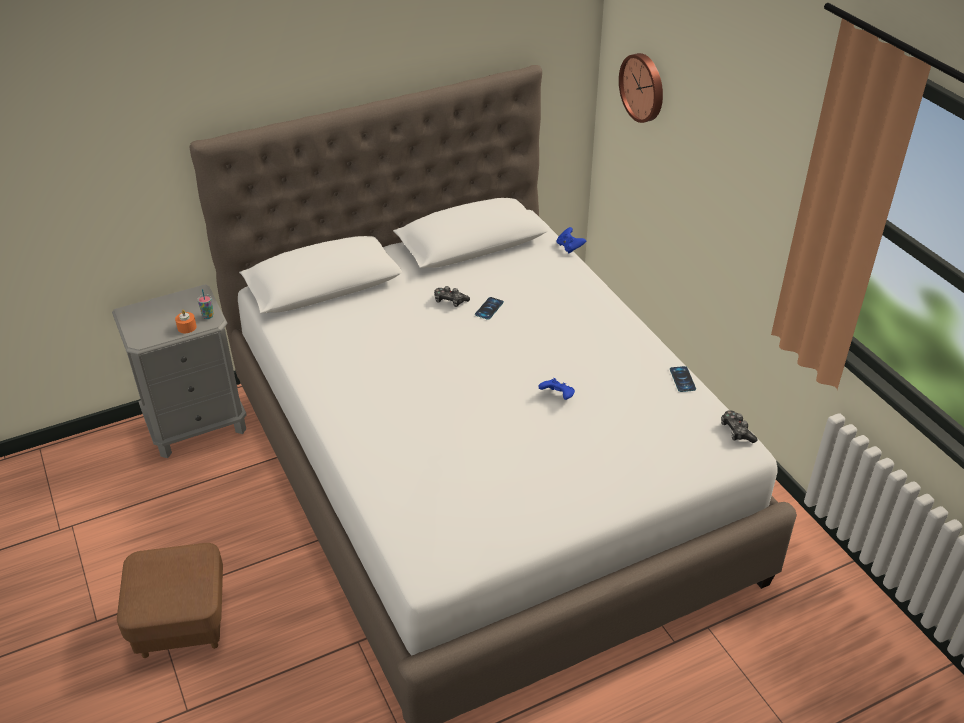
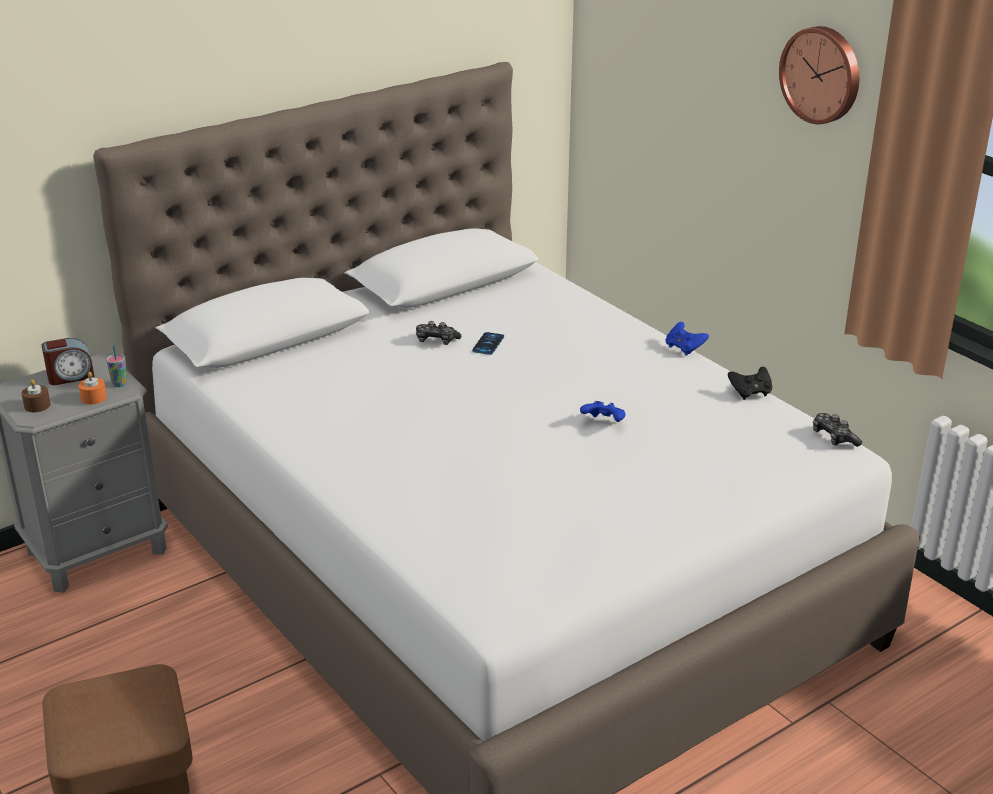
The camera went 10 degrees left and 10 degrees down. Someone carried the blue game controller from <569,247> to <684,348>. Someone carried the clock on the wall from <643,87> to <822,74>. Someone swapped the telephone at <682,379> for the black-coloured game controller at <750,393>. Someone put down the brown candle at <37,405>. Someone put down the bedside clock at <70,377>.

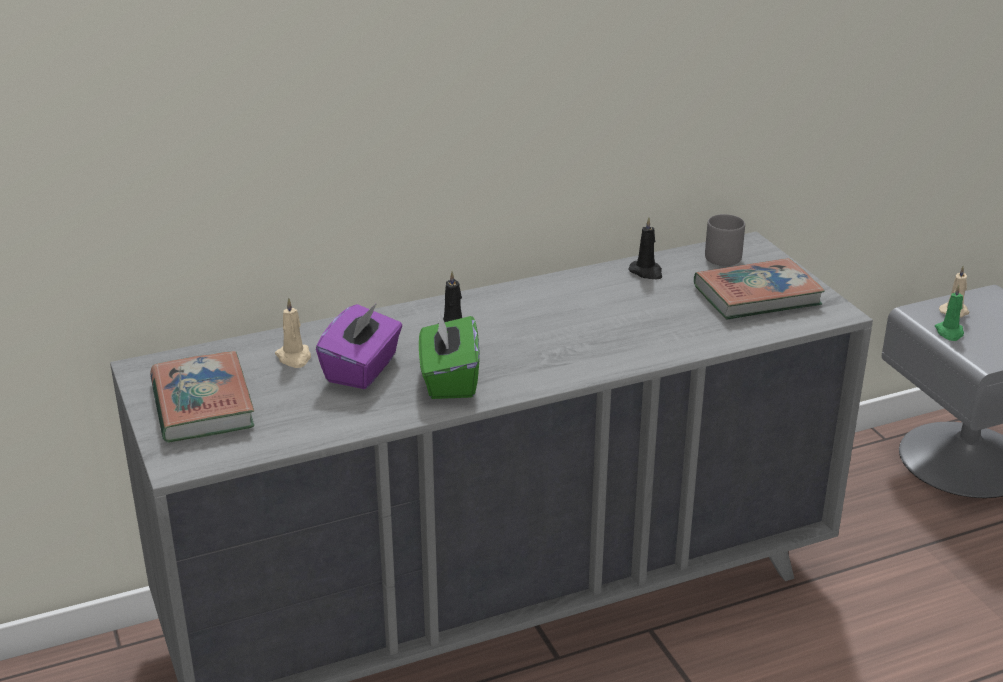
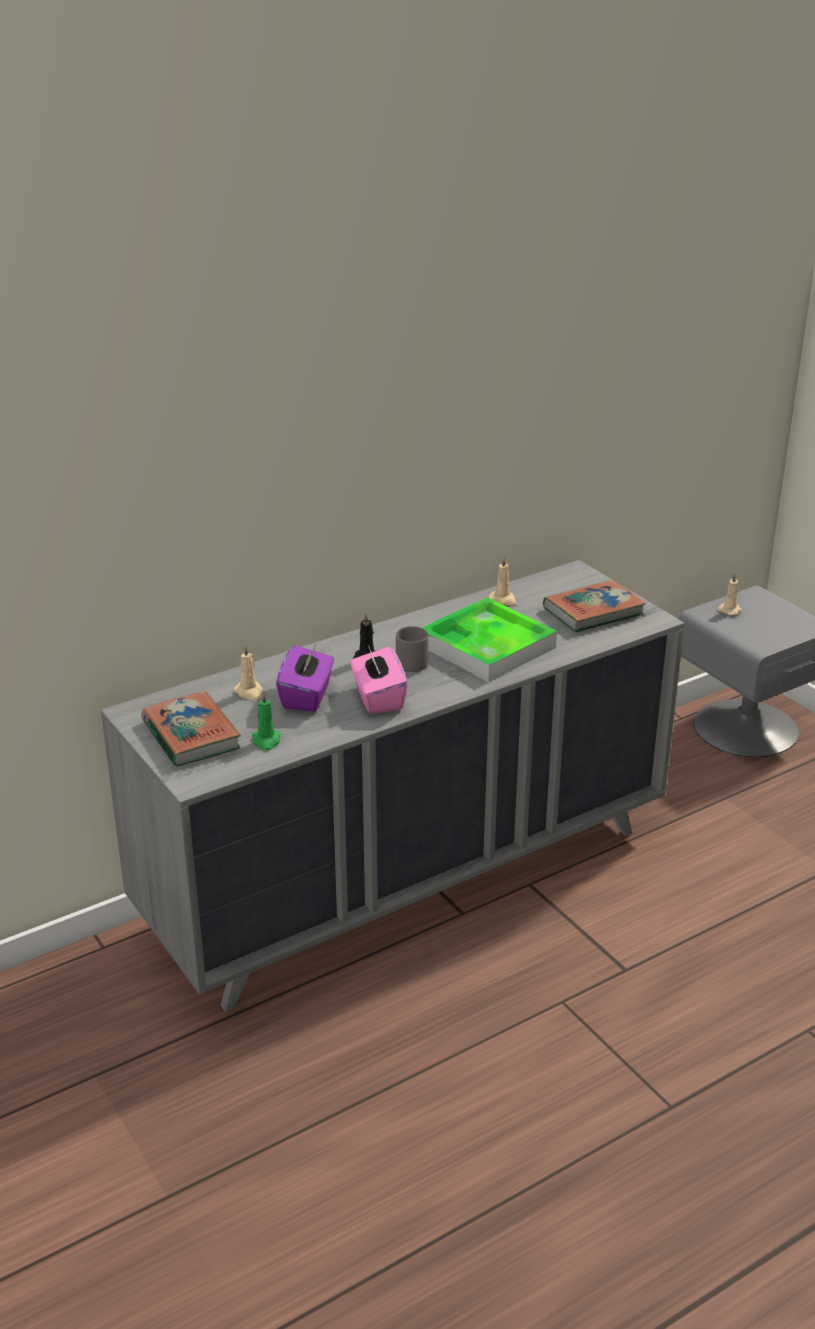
The camera went 10 degrees left and 0 degrees up. Someone repainted the green tissue holder at <449,380>, which became the pink-coloured tissue holder at <378,698>. Someone repainted the black-coloured candle at <646,272>, which became the sand-coloured candle at <503,600>. Someone carried the greyish coffee mug from <721,255> to <410,662>. Someone carried the green candle from <949,333> to <266,741>. Someone put down the tray at <487,646>.

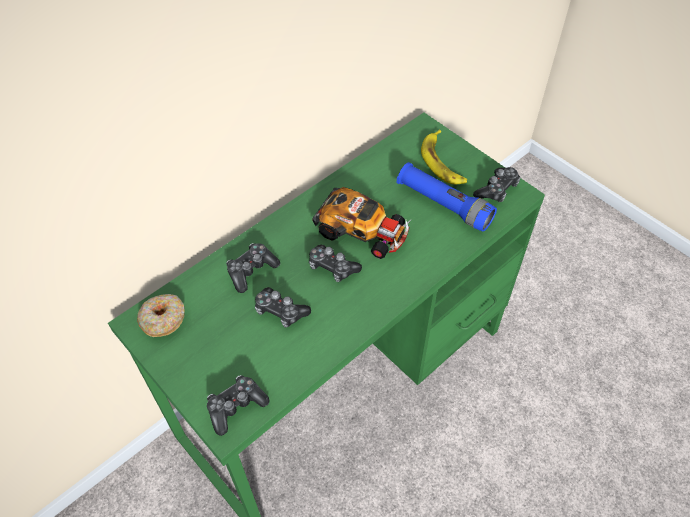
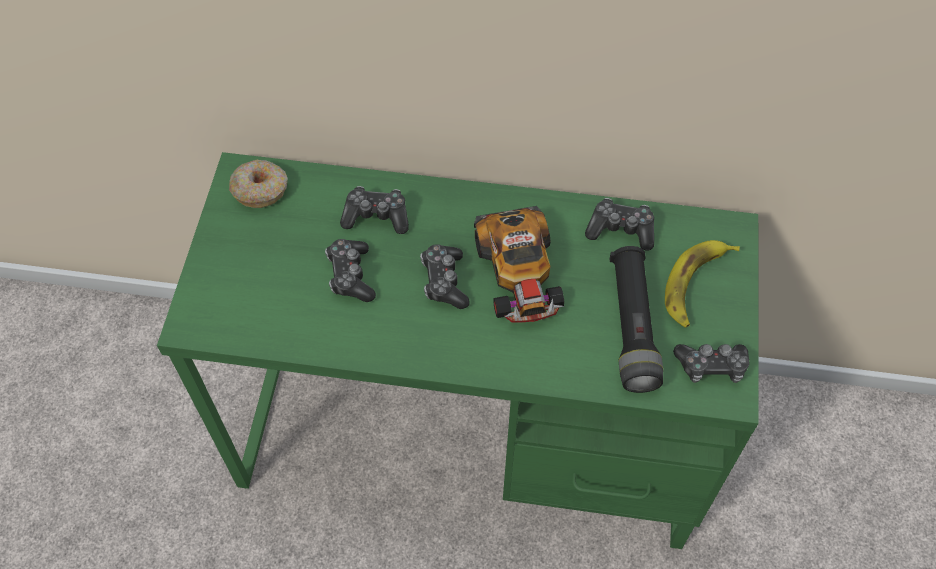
The camera went 50 degrees right and 5 degrees up. Someone carried the game controller from <236,407> to <621,230>. Someone repainted the blue flashlight at <444,205>, which became the black-coloured flashlight at <632,327>.

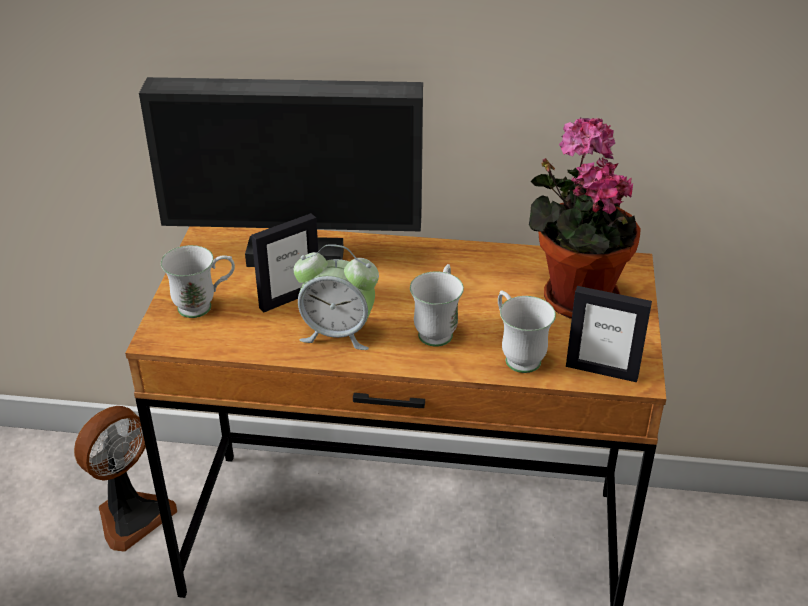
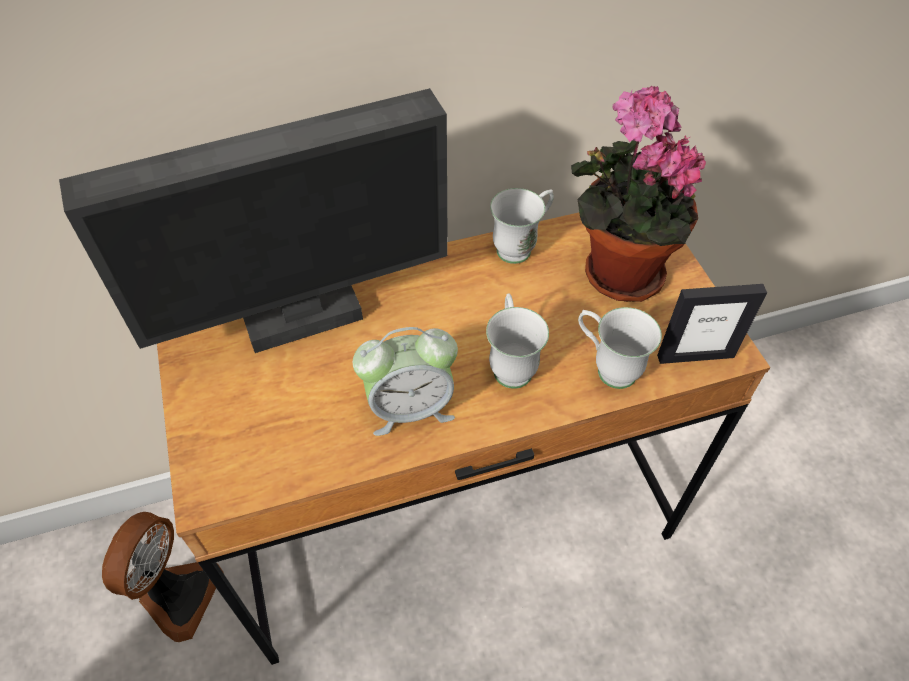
The camera went 25 degrees left and 15 degrees up. Someone carried the white-coloured coffee mug from <204,306> to <521,247>. Someone took away the photo frame at <289,298>.

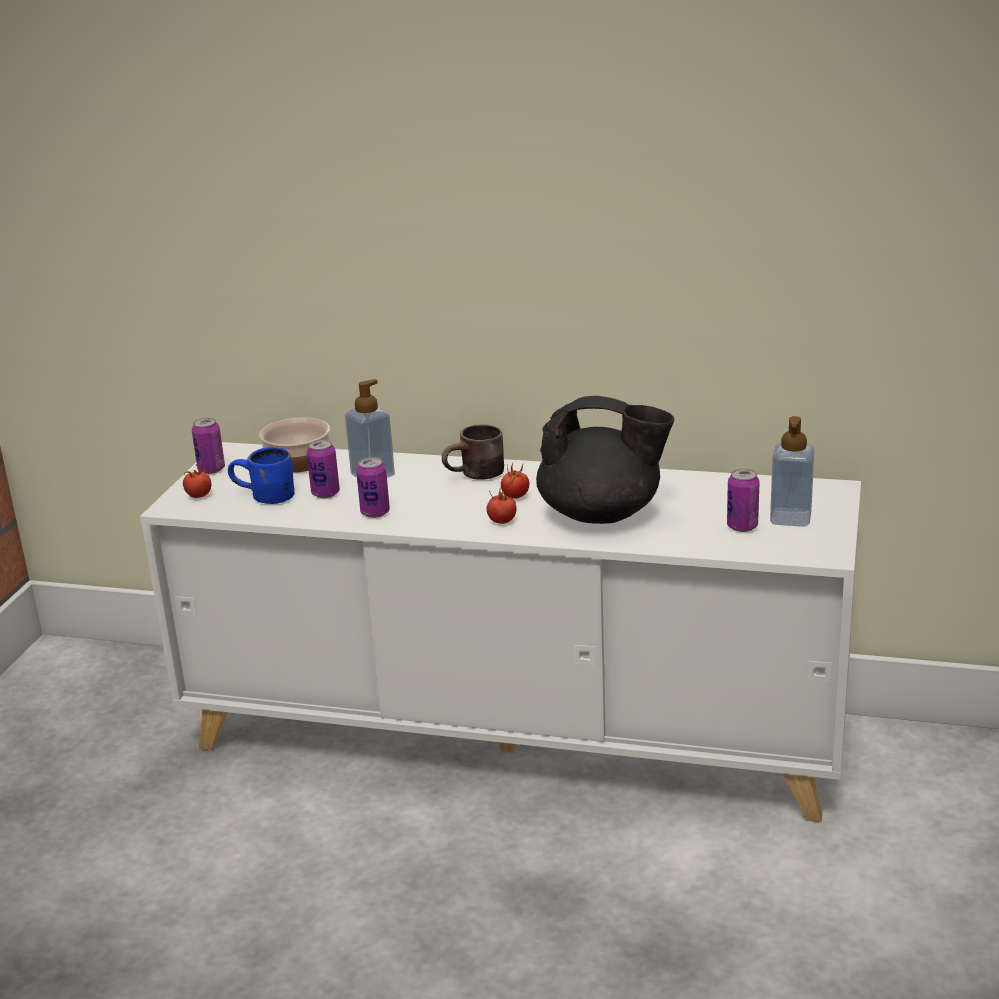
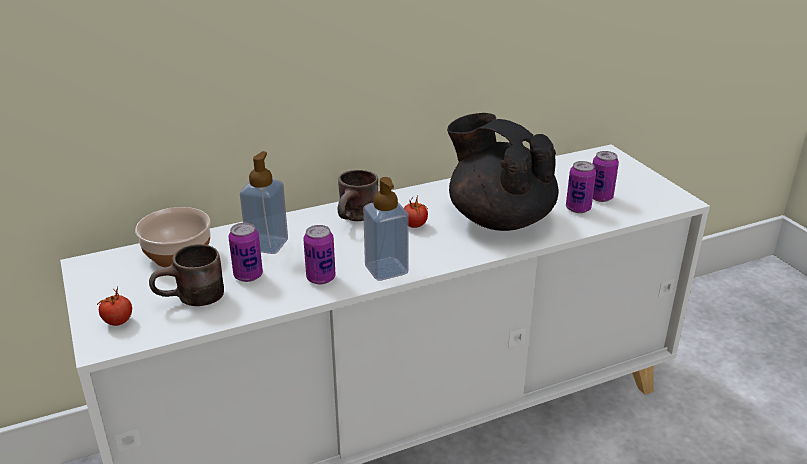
The camera went 40 degrees left and 5 degrees up. Someone carried the can from <211,469> to <578,208>. Someone repainted the blue coffee mug at <264,498>, which became the brown coffee mug at <193,300>. Someone took away the tomato at <502,521>. Someone rotated the black-coloured teapot at <602,514> by 105 degrees counterclockwise. Someone carried the liquid soap bottle from <790,518> to <386,269>.

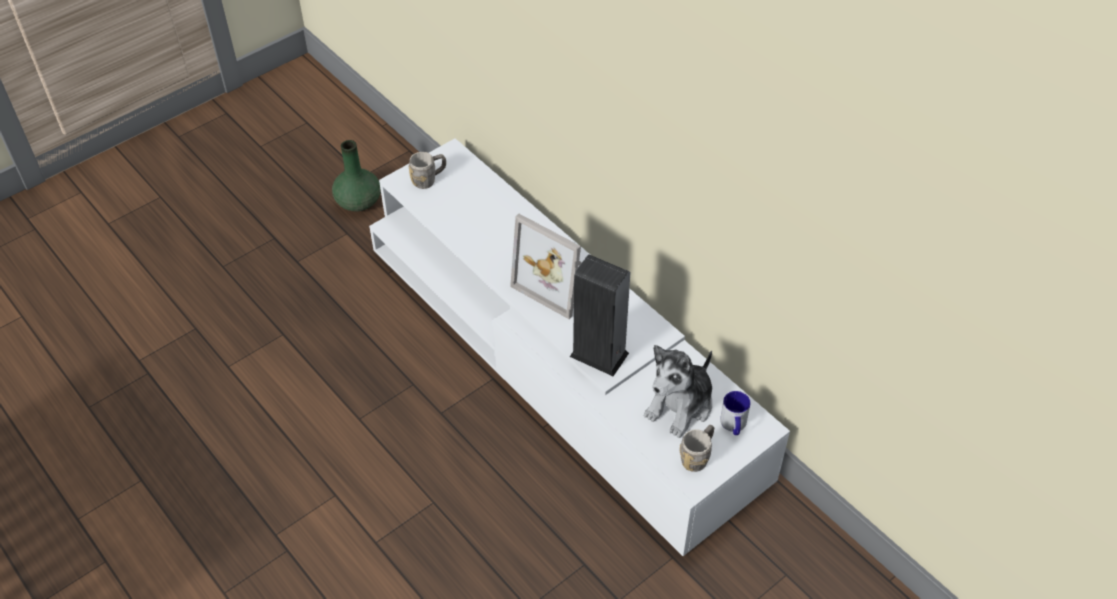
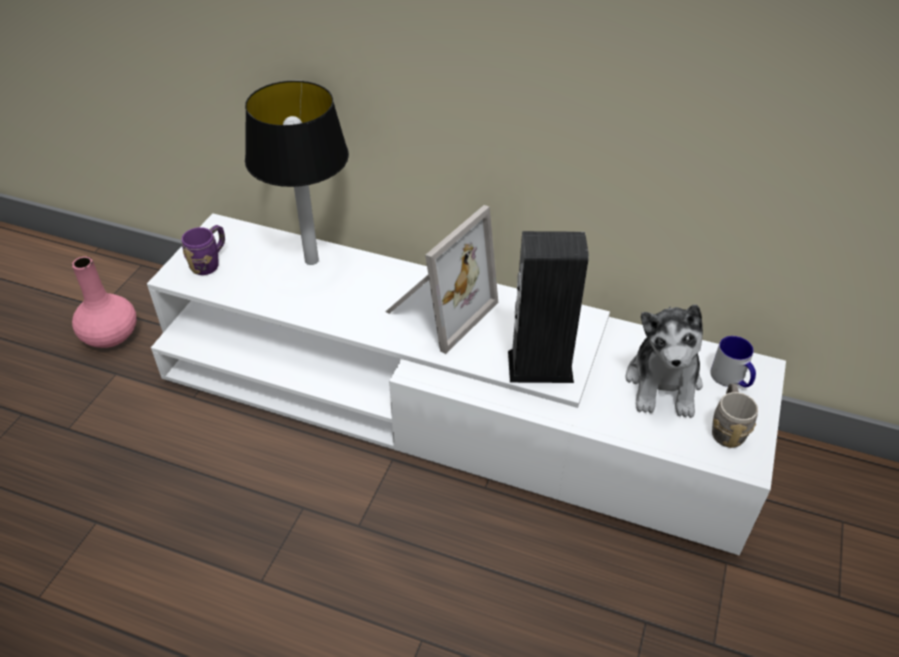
The camera went 30 degrees left and 5 degrees down. Someone repainted the green flower vase at <358,201>, which became the pink-coloured flower vase at <110,336>. Someone repainted the greyish coffee mug at <429,179>, which became the purple coffee mug at <210,262>. Someone rotated the photo frame at <560,281> by 60 degrees counterclockwise. Someone put down the tabletop lamp at <311,260>.

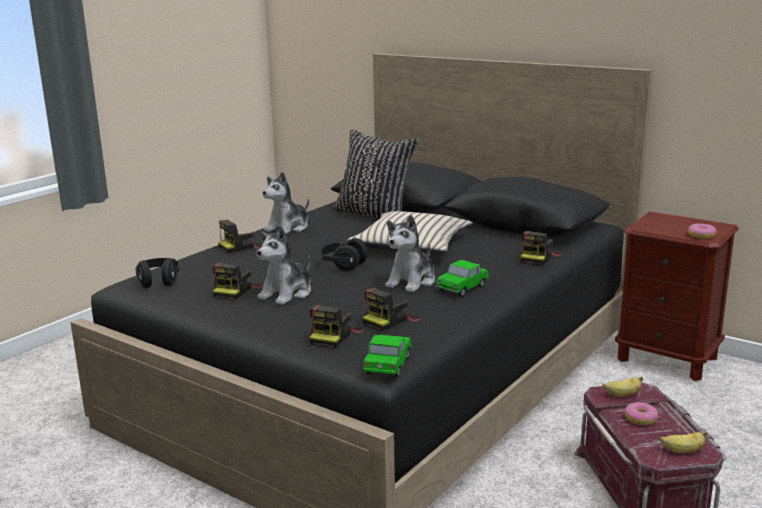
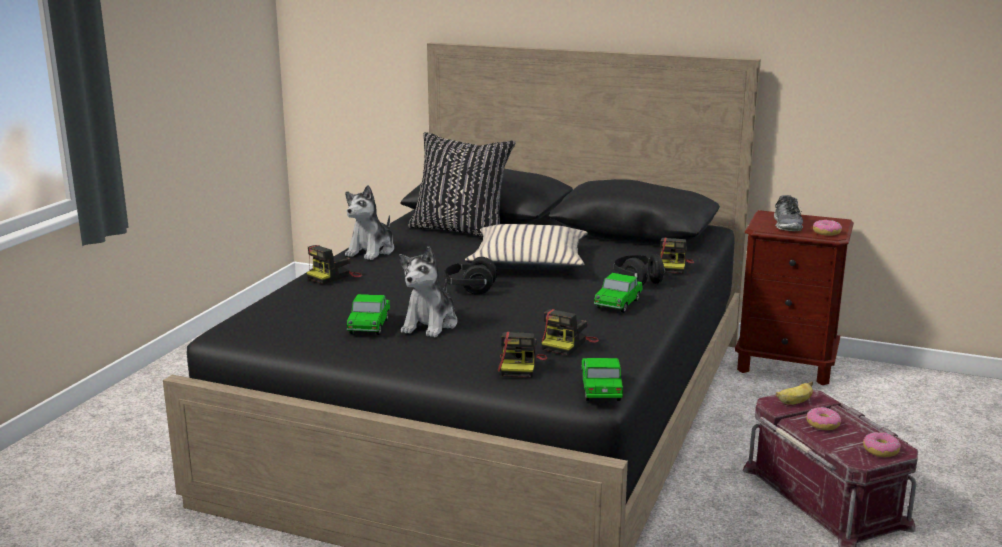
The camera went 15 degrees left and 0 degrees up. Someone carried the black-coloured pair of headphones from <159,282> to <638,281>. Someone swapped the still camera at <236,291> for the model car at <369,326>. Someone took away the soft toy at <412,282>. Someone swapped the banana at <682,451> for the ring doughnut at <880,450>. Someone put down the shoe at <787,225>.

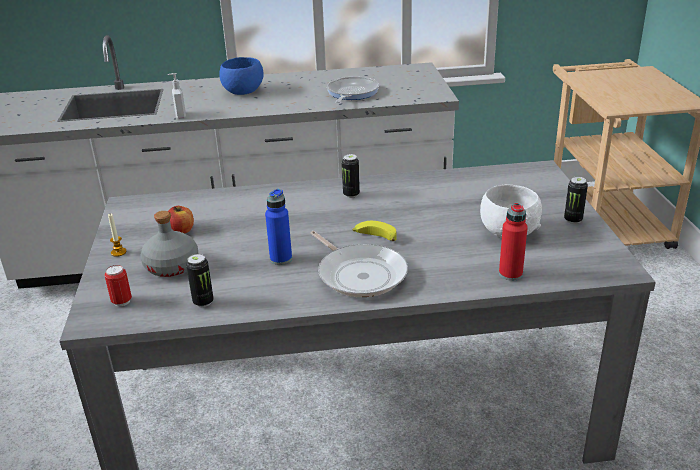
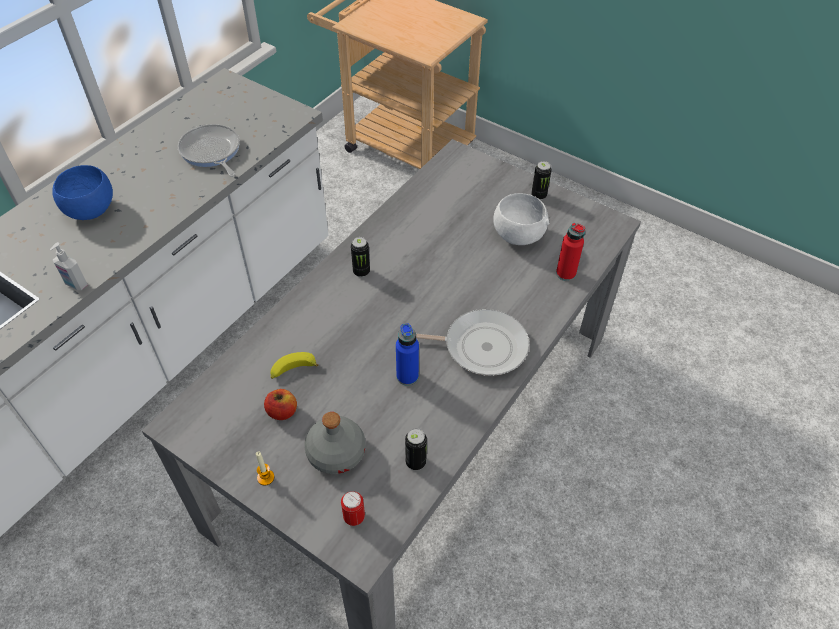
The camera went 50 degrees left and 20 degrees up. Someone carried the banana from <374,237> to <293,370>.

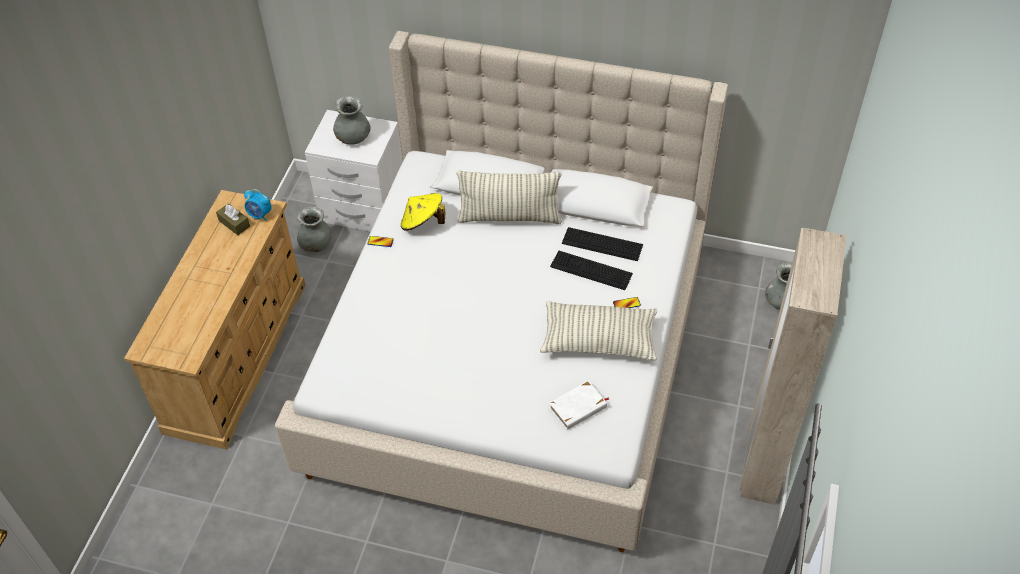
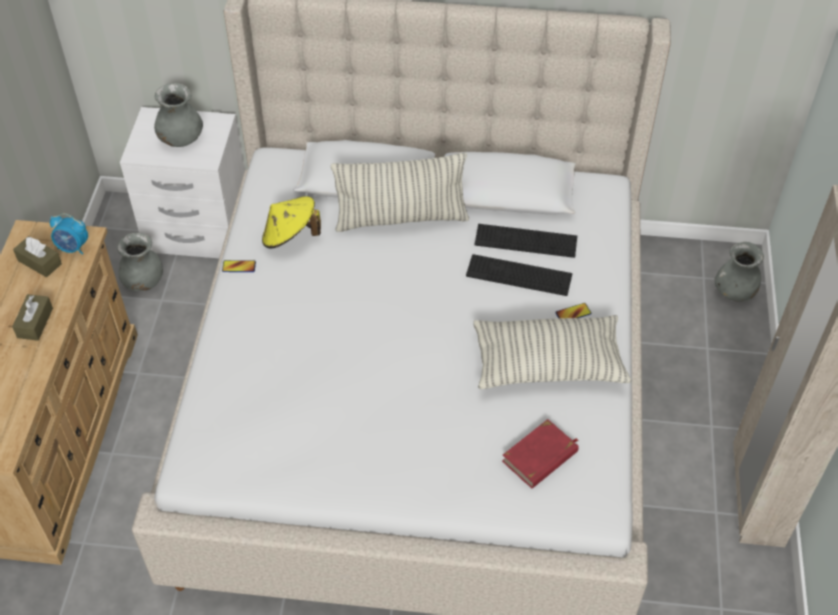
The camera went 10 degrees left and 0 degrees up. Someone repainted the white-coloured book at <578,408>, which became the red-coloured book at <540,457>. Someone put down the brown tissue holder at <35,323>.

